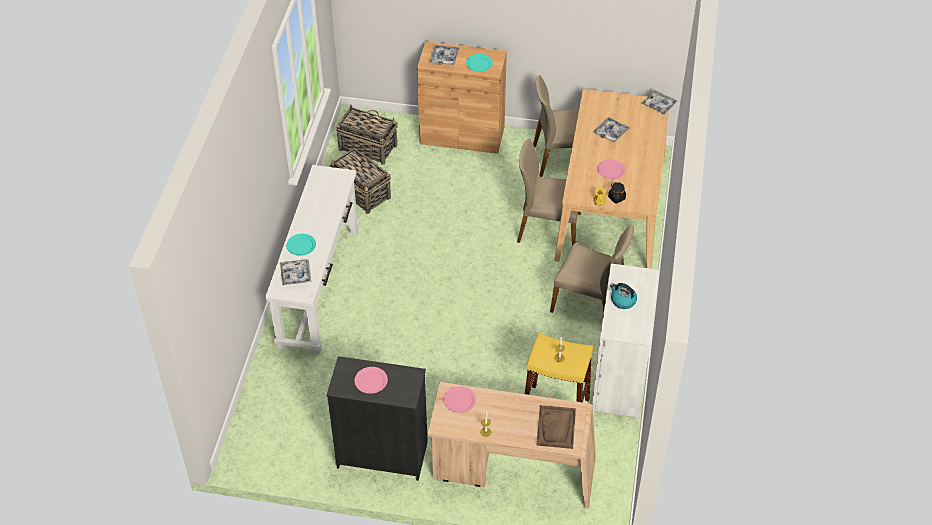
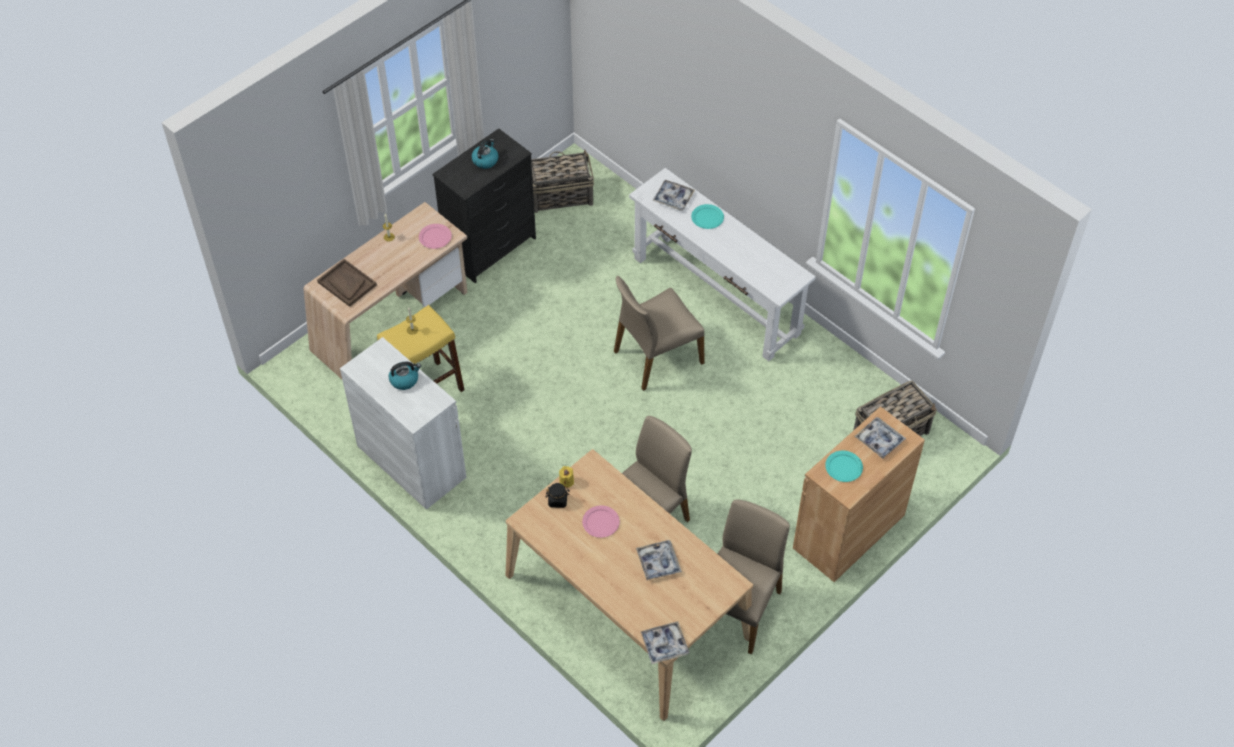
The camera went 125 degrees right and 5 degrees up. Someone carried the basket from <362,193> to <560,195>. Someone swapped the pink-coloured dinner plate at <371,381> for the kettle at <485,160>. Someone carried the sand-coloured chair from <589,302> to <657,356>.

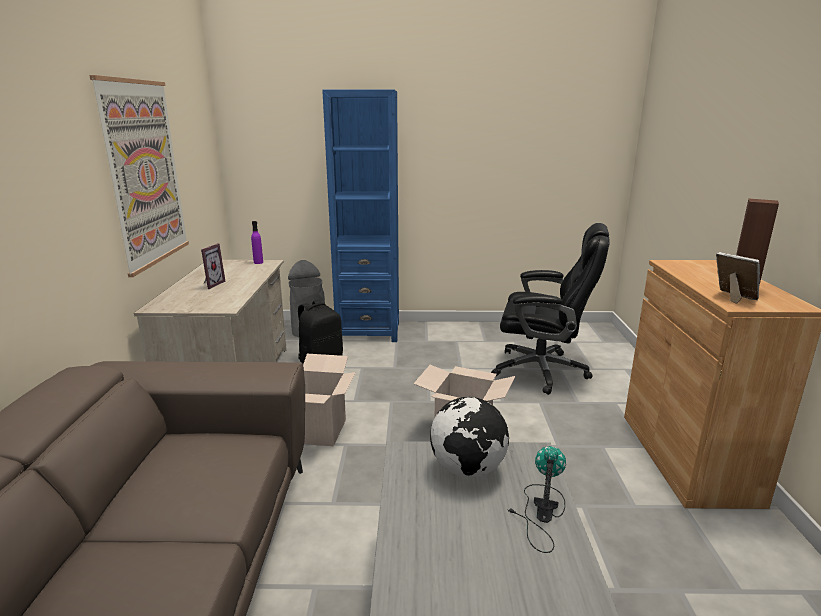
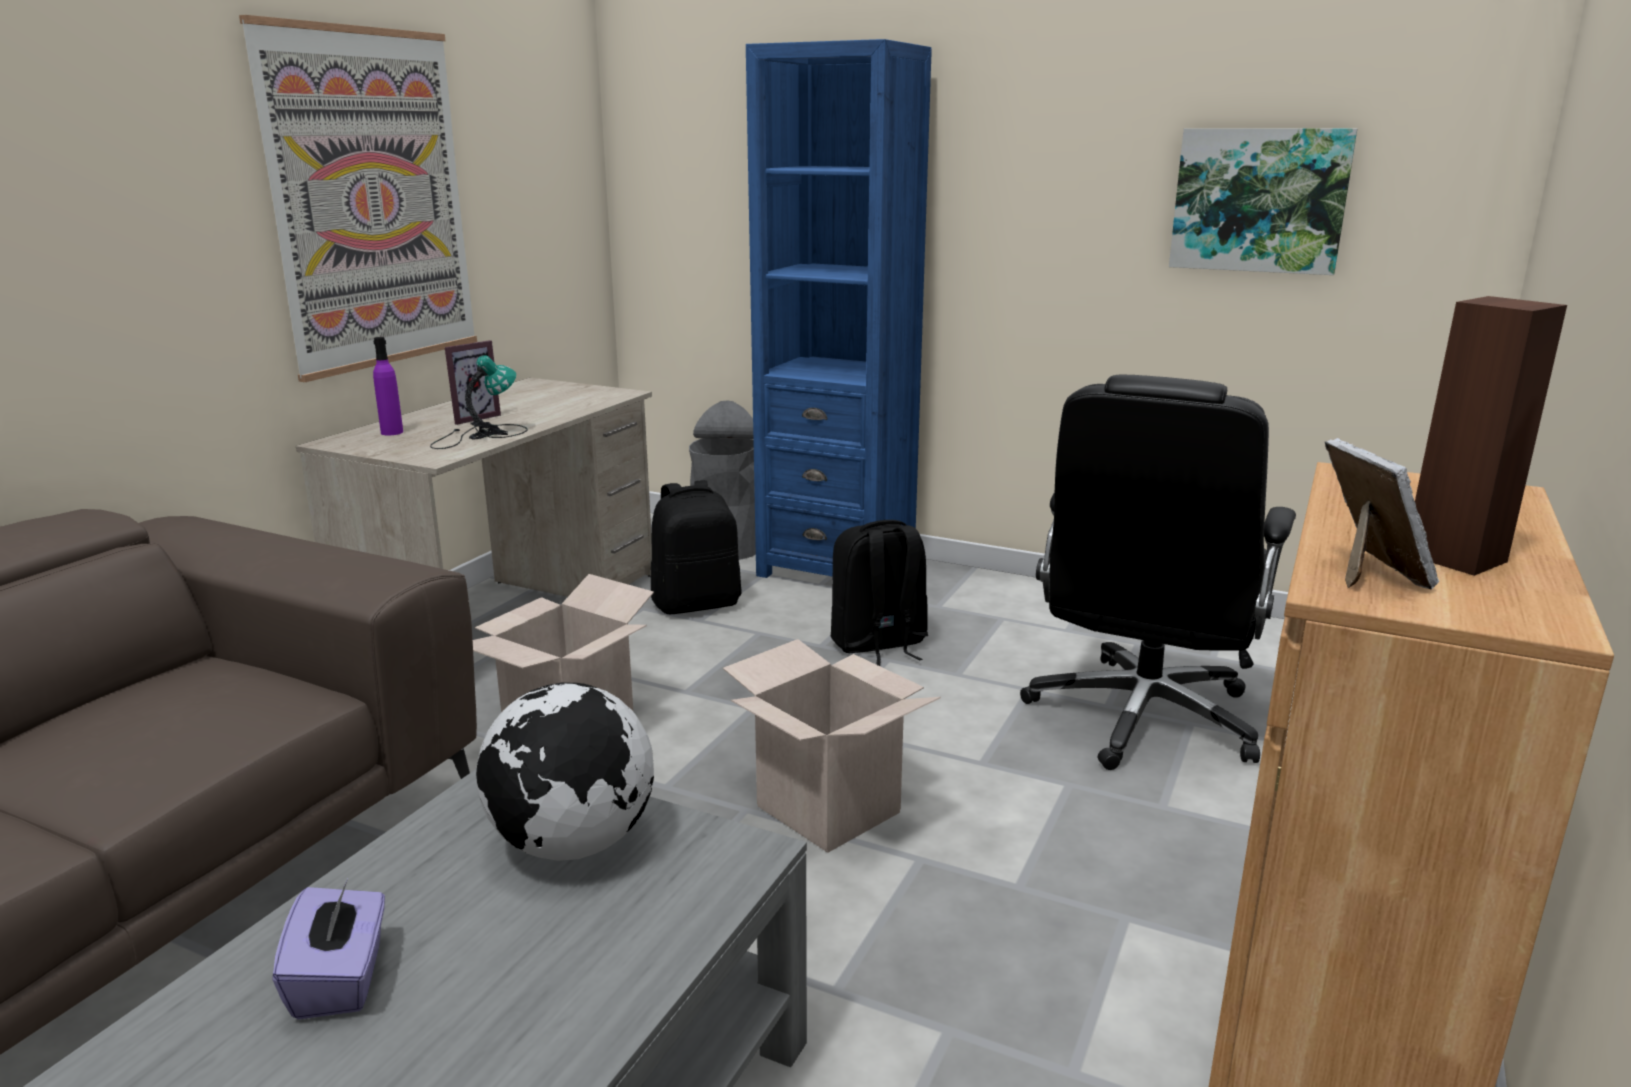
The camera went 25 degrees right and 0 degrees up. Someone carried the purple bottle from <258,262> to <392,432>. Someone rotated the black-coloured office chair at <542,370> by 75 degrees clockwise. Someone carried the tabletop lamp from <540,513> to <480,435>. Someone put down the purple tissue holder at <341,980>. Someone put down the black-coloured knapsack at <878,645>. Someone put up the wall picture at <1259,200>.

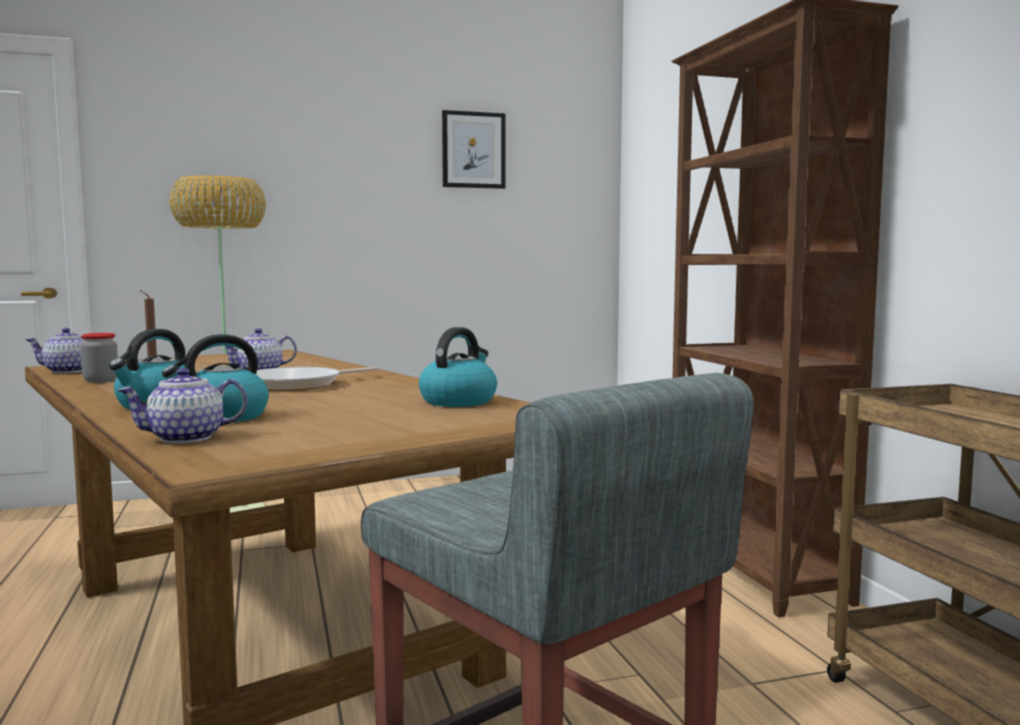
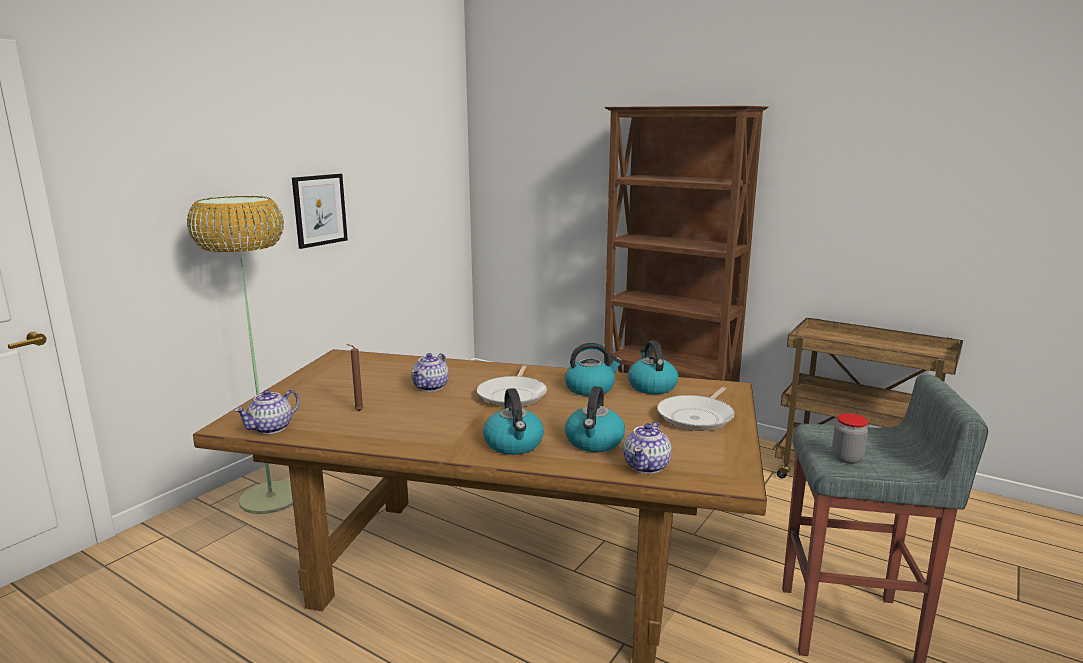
The camera went 40 degrees left and 10 degrees up. Someone carried the storage jar from <101,380> to <847,458>. Someone carried the wall picture from <473,150> to <319,210>. Someone put down the kettle at <590,388>. Someone put down the pan at <697,417>.

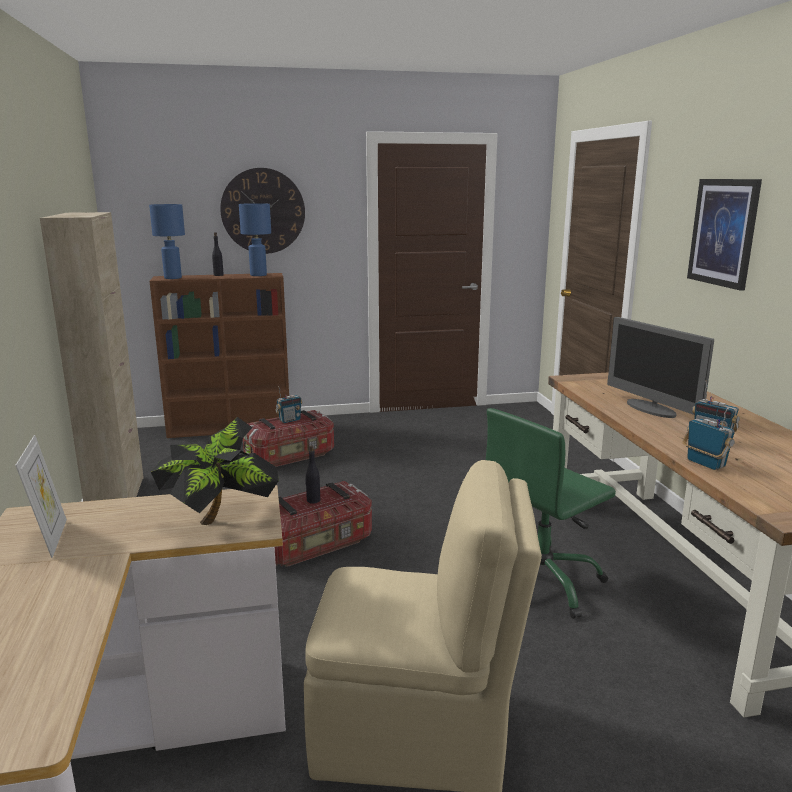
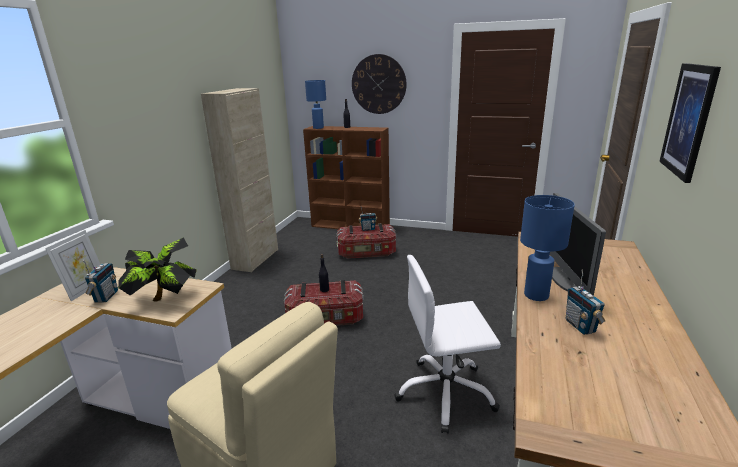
The camera went 30 degrees right and 5 degrees up. Someone carried the blue tabletop lamp from <259,275> to <536,295>. Someone repainted the green office chair at <540,581>, which became the white-coloured office chair at <445,393>. Someone carried the radio set from <705,464> to <106,297>.

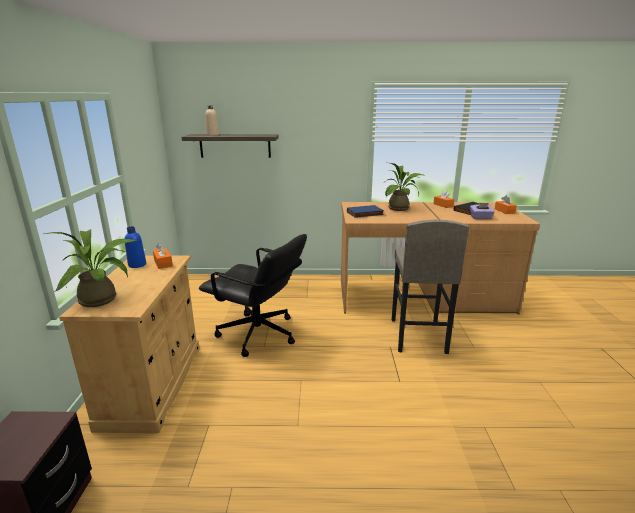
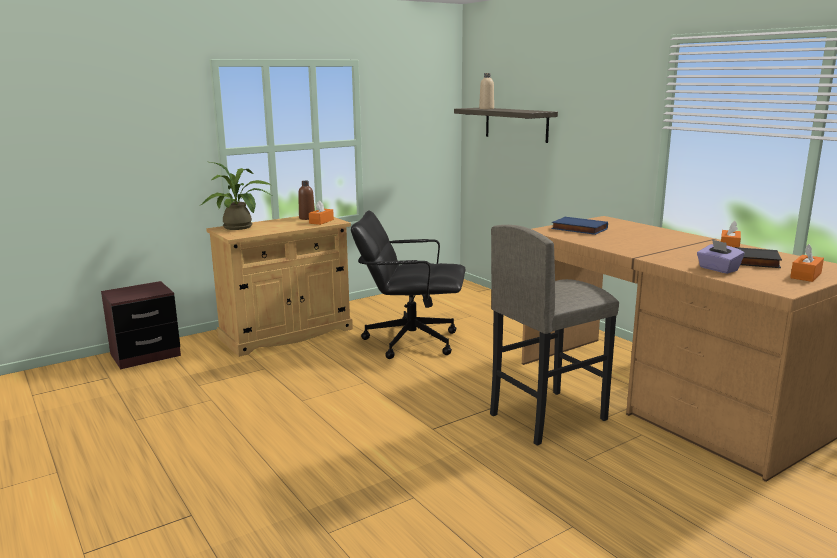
The camera went 55 degrees right and 5 degrees down. Someone repainted the blue bottle at <137,265>, which became the brown bottle at <307,218>. Someone rotated the black-coloured office chair at <258,334> by 105 degrees clockwise. Someone took away the plant in a pot at <401,208>.

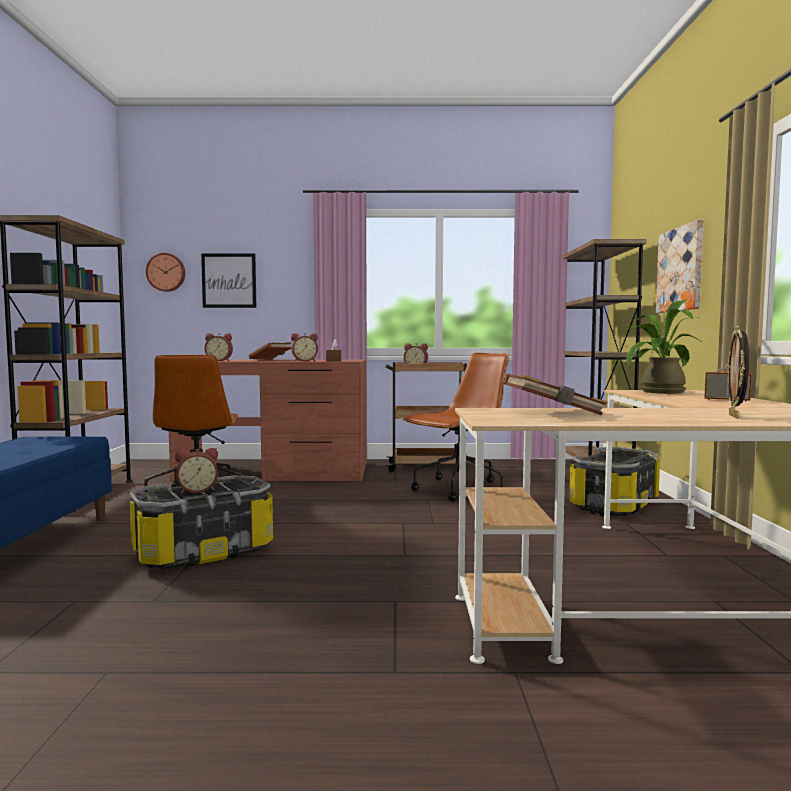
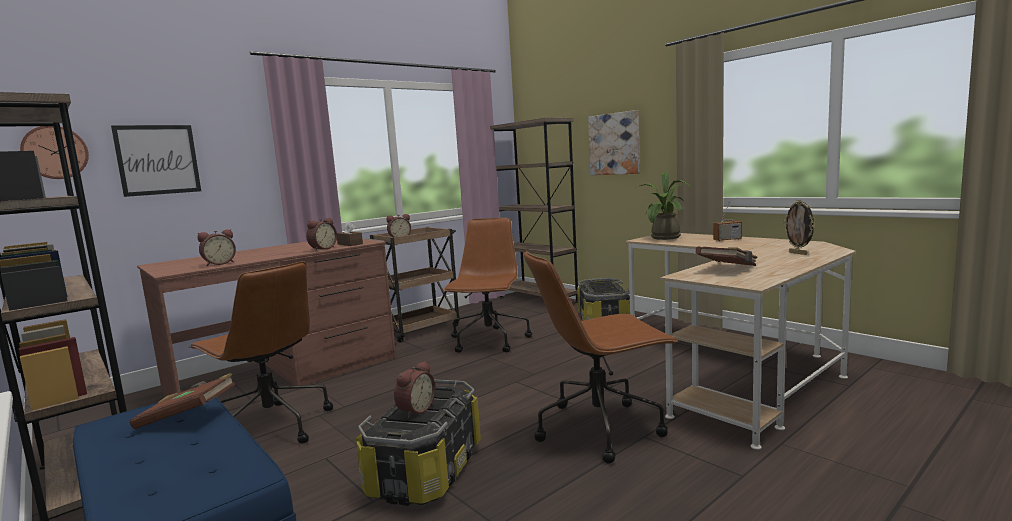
The camera went 40 degrees left and 5 degrees up. Someone carried the brown book from <271,360> to <188,417>. Someone put down the brown office chair at <600,428>.

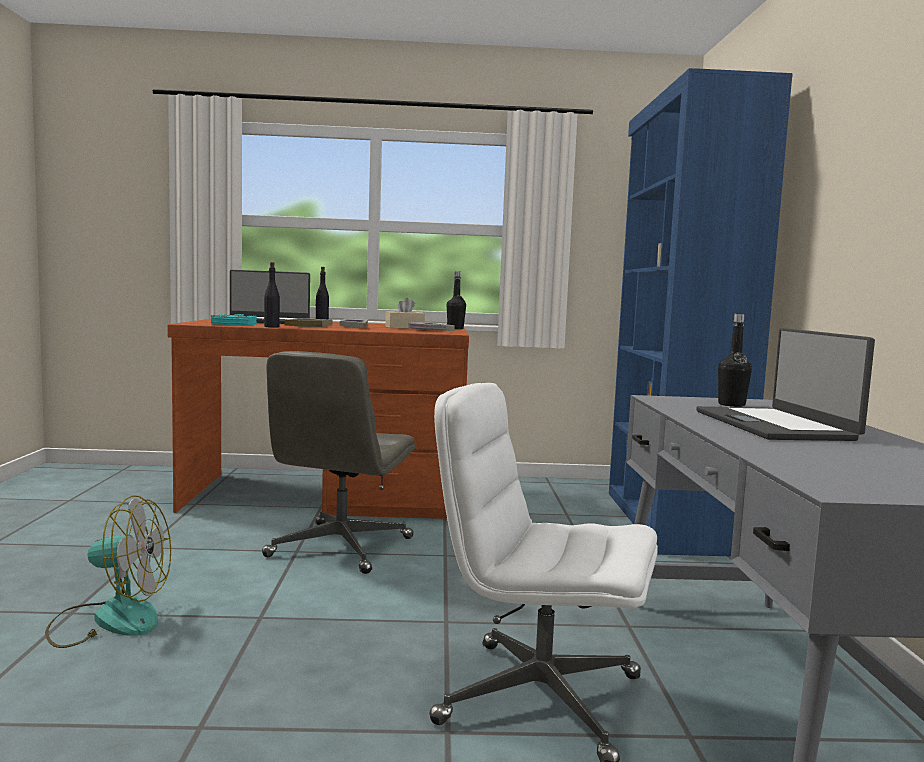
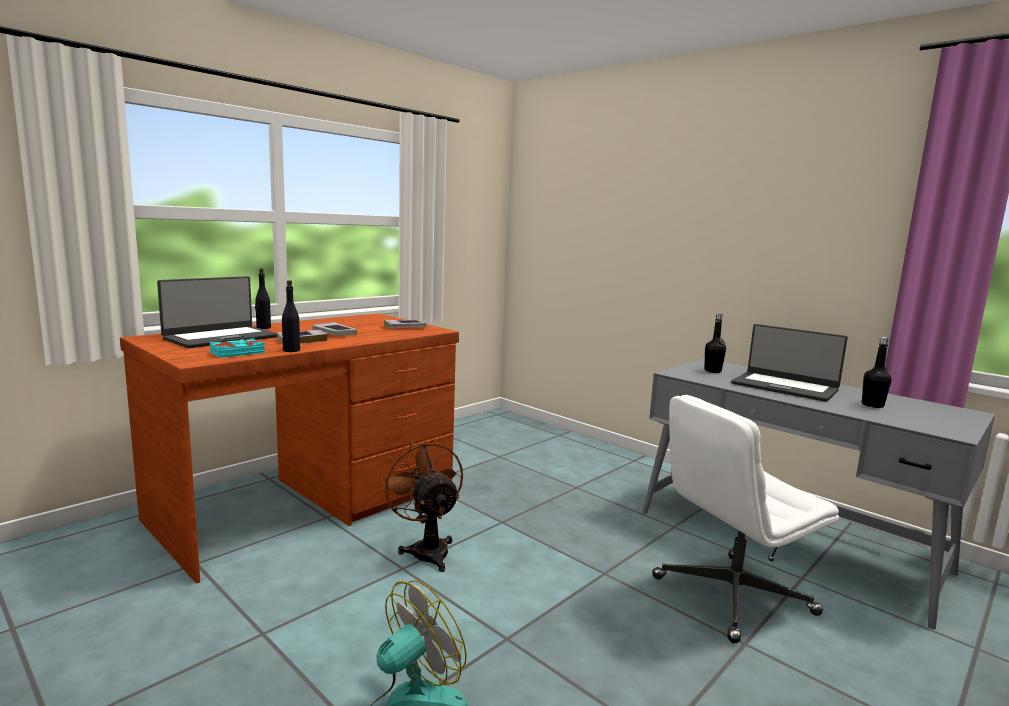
The camera went 45 degrees left and 5 degrees up. Someone swapped the greyish office chair at <340,548> for the brown cooling fan at <427,549>. Someone took away the sand-coloured tissue holder at <404,327>. Someone carried the black-coloured bottle from <455,328> to <872,405>. Someone took away the blue bookshelf at <668,521>.

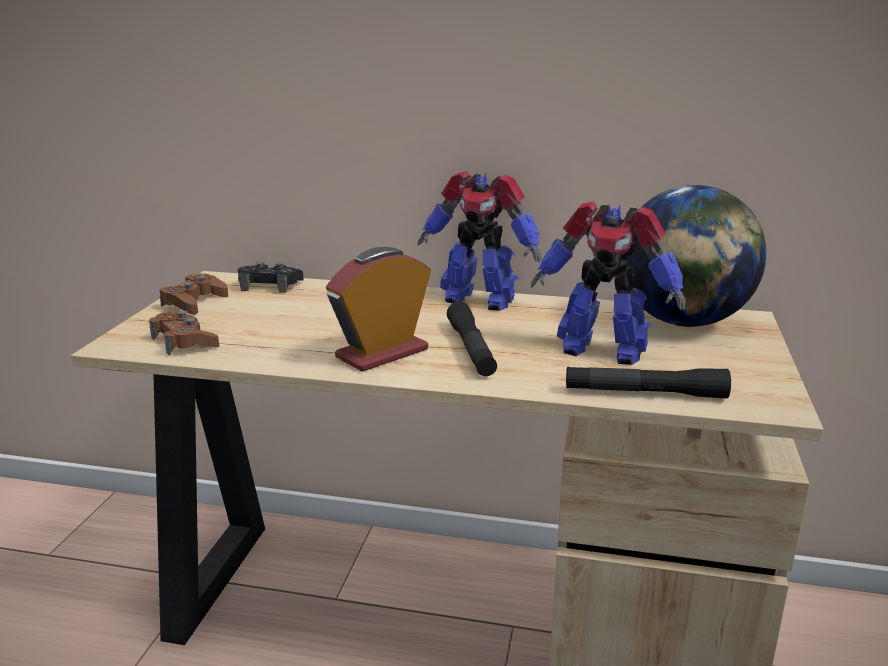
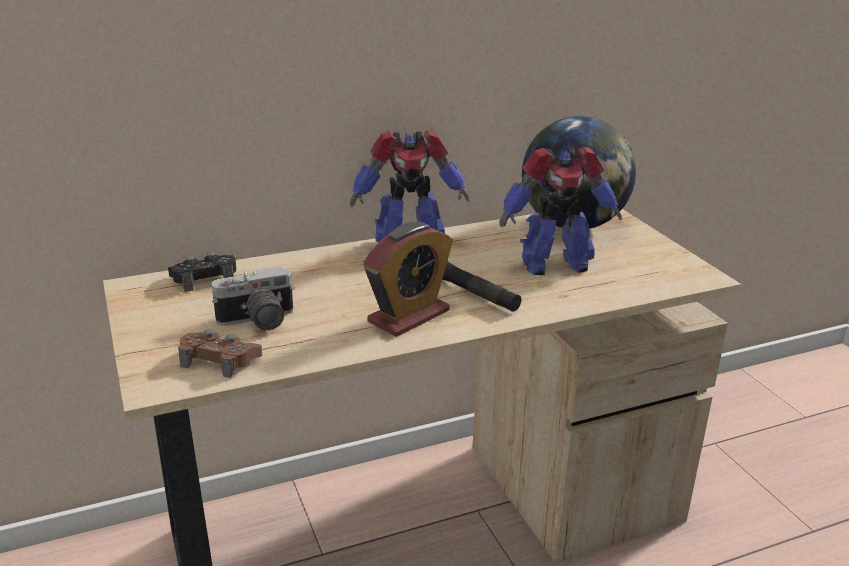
The camera went 35 degrees left and 5 degrees up. Someone took away the brown game controller at <194,302>. Someone rotated the bedside clock at <382,353> by 150 degrees counterclockwise. Someone took away the black-coloured flashlight at <644,393>. Someone put down the still camera at <258,322>.

